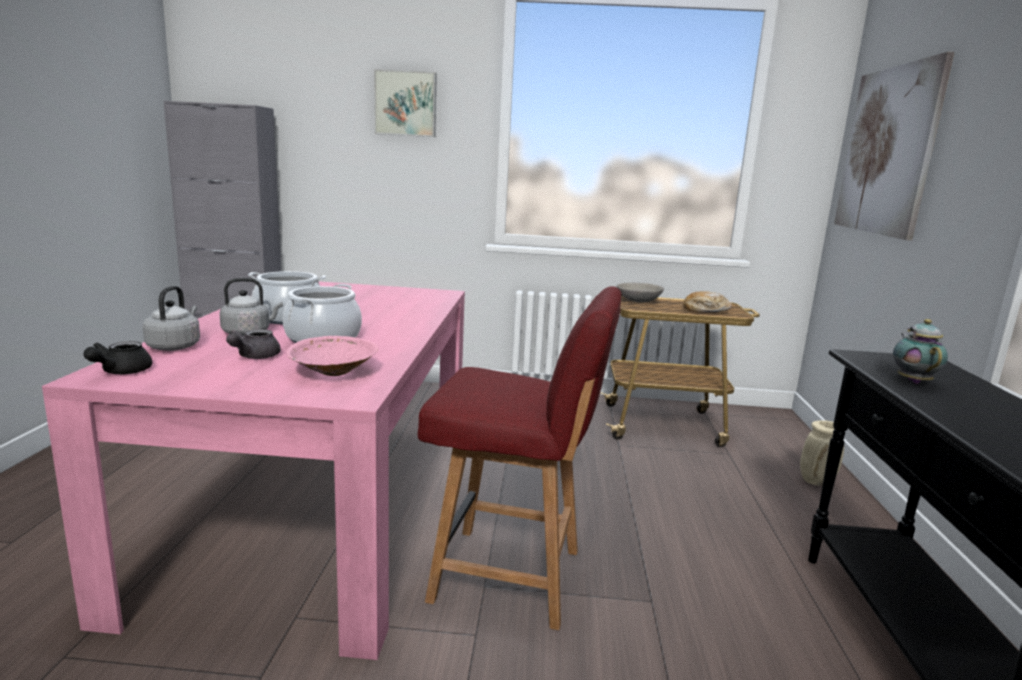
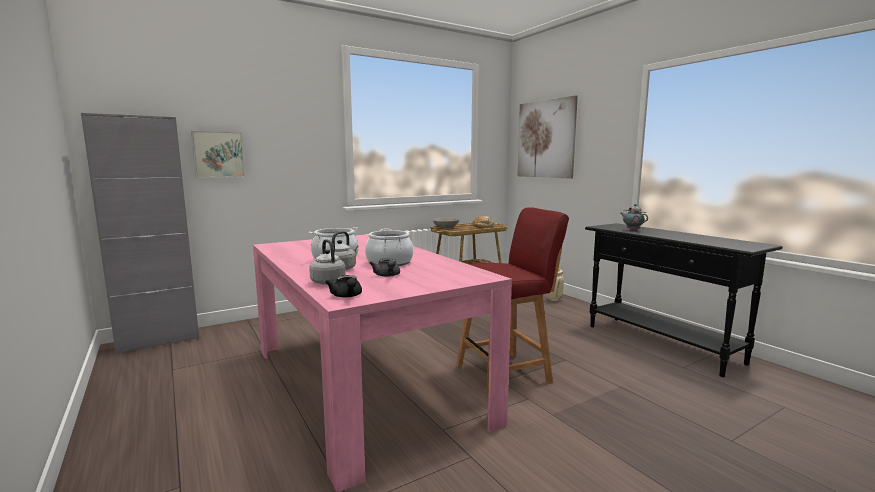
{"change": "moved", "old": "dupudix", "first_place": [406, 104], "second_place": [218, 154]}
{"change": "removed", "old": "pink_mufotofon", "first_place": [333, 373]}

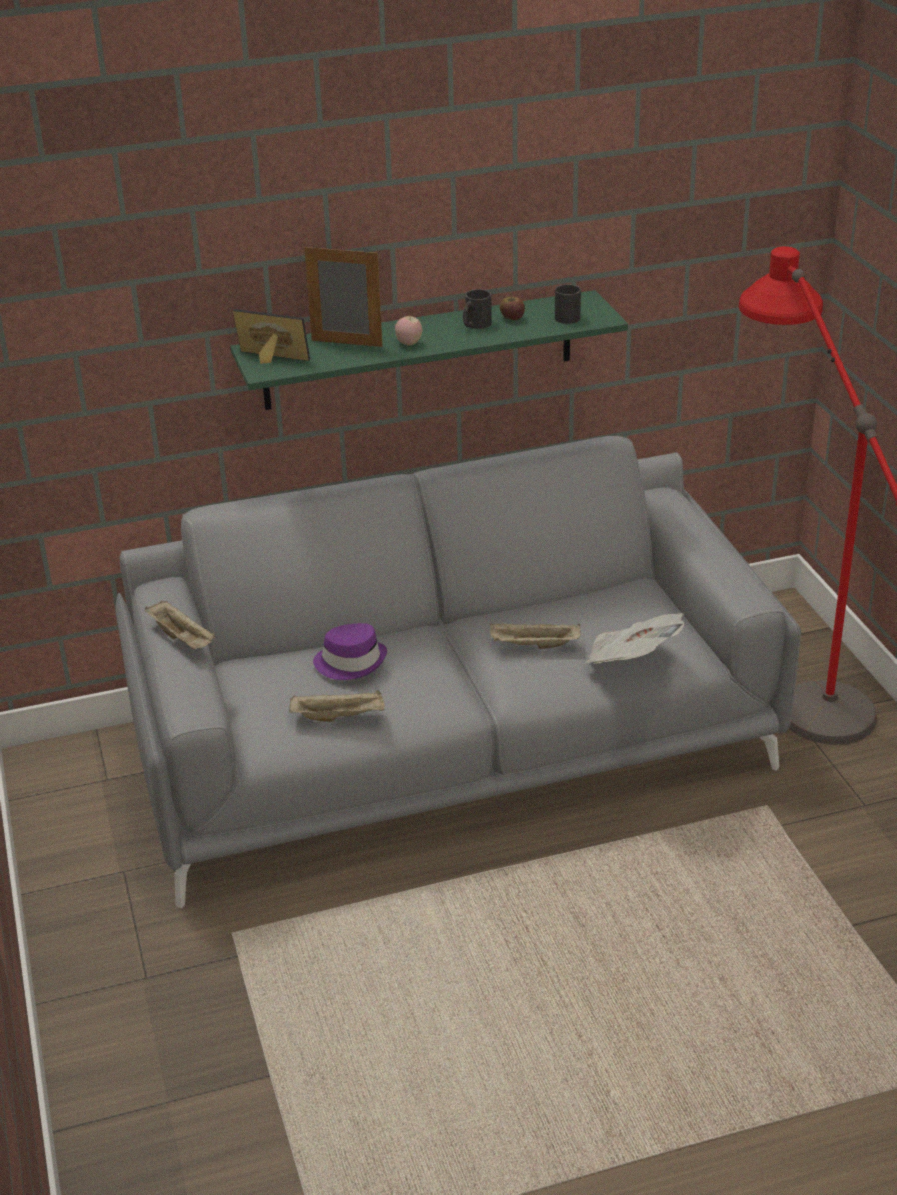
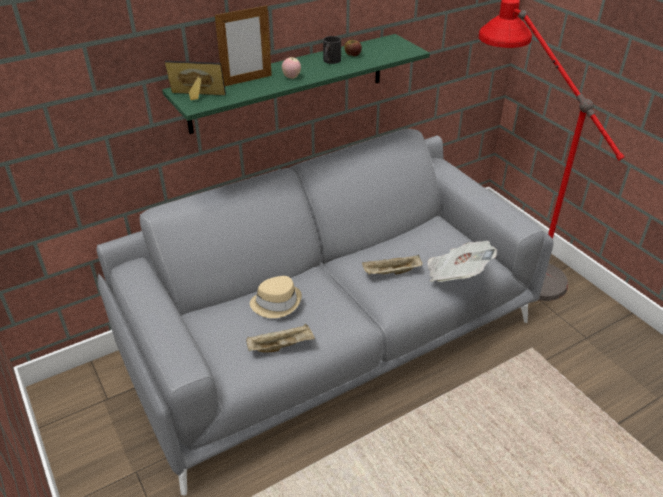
{"change": "turned", "old": "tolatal", "first_place": [346, 343], "second_place": [247, 81], "degrees": 150}
{"change": "recoloured", "old": "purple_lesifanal", "new": "beige_lesifanal", "first_place": [351, 662], "second_place": [276, 303]}
{"change": "removed", "old": "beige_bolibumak", "first_place": [182, 638]}
{"change": "removed", "old": "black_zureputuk", "first_place": [568, 316]}

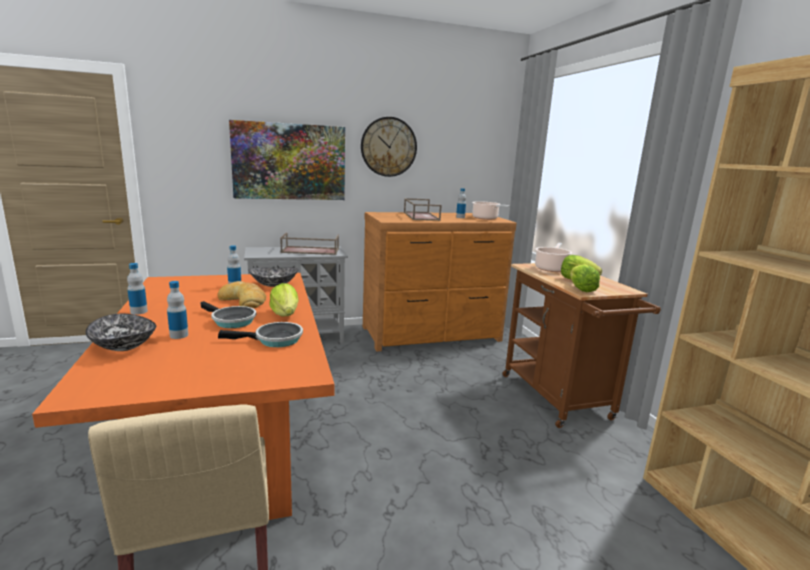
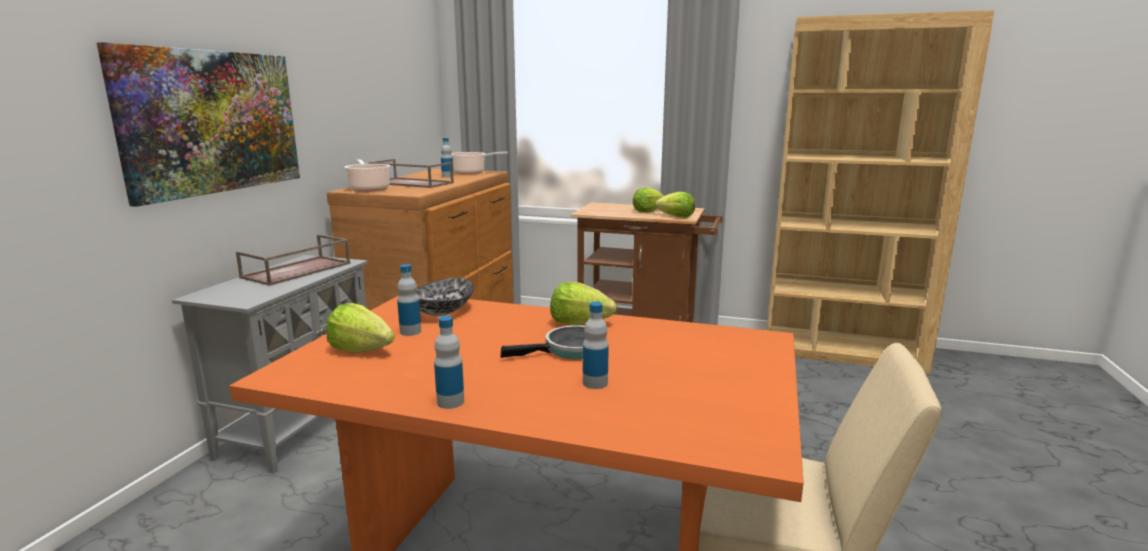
{"change": "added", "new": "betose", "second_place": [361, 350]}
{"change": "moved", "old": "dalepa", "first_place": [551, 268], "second_place": [369, 189]}
{"change": "removed", "old": "mufotofon", "first_place": [123, 346]}
{"change": "removed", "old": "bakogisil", "first_place": [244, 300]}
{"change": "removed", "old": "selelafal", "first_place": [274, 340]}
{"change": "removed", "old": "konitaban", "first_place": [388, 147]}

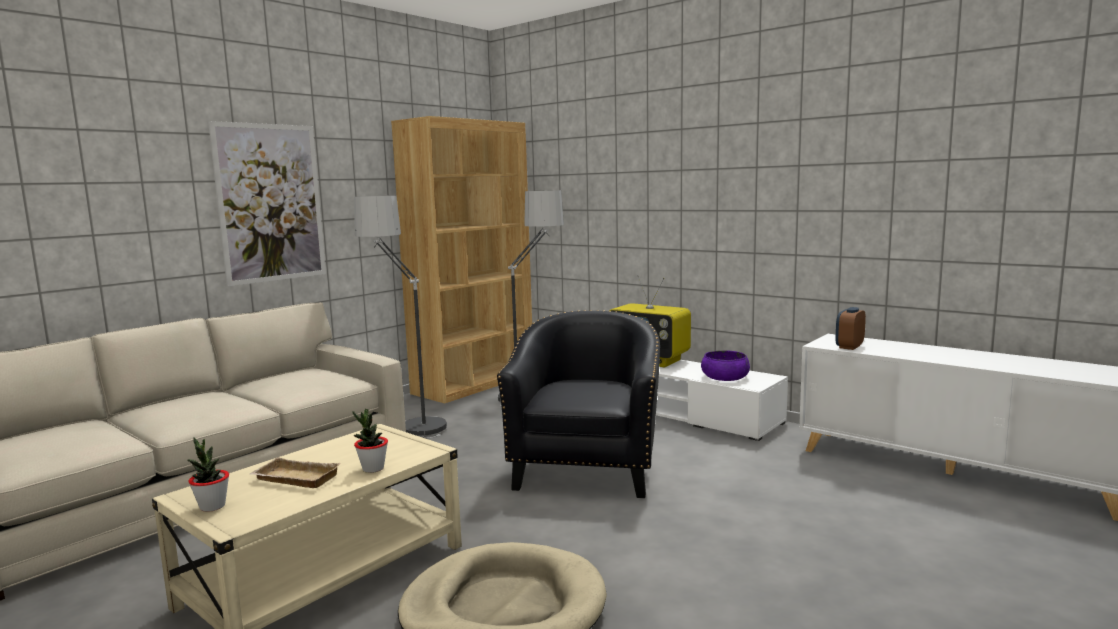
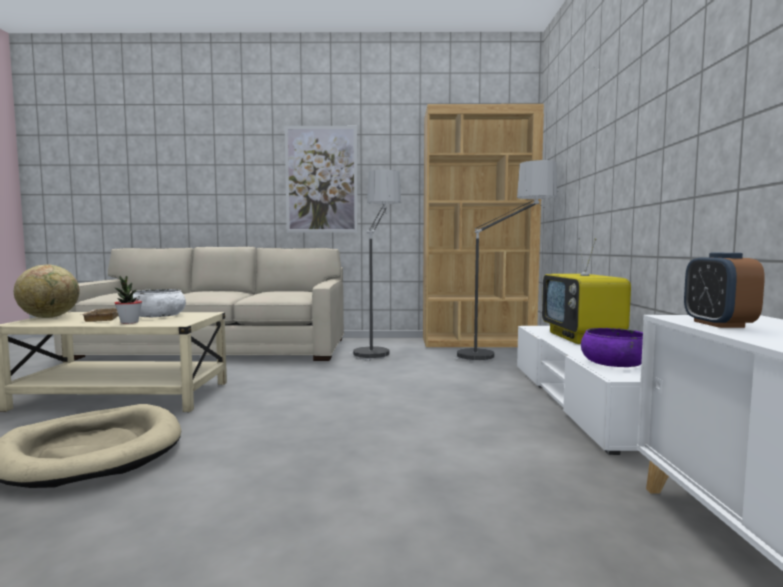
{"change": "replaced", "old": "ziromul", "new": "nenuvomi", "first_place": [212, 506], "second_place": [49, 317]}
{"change": "added", "new": "white_mufotofon", "second_place": [158, 315]}
{"change": "turned", "old": "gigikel", "first_place": [849, 347], "second_place": [718, 324], "degrees": -90}
{"change": "removed", "old": "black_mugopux", "first_place": [587, 469]}

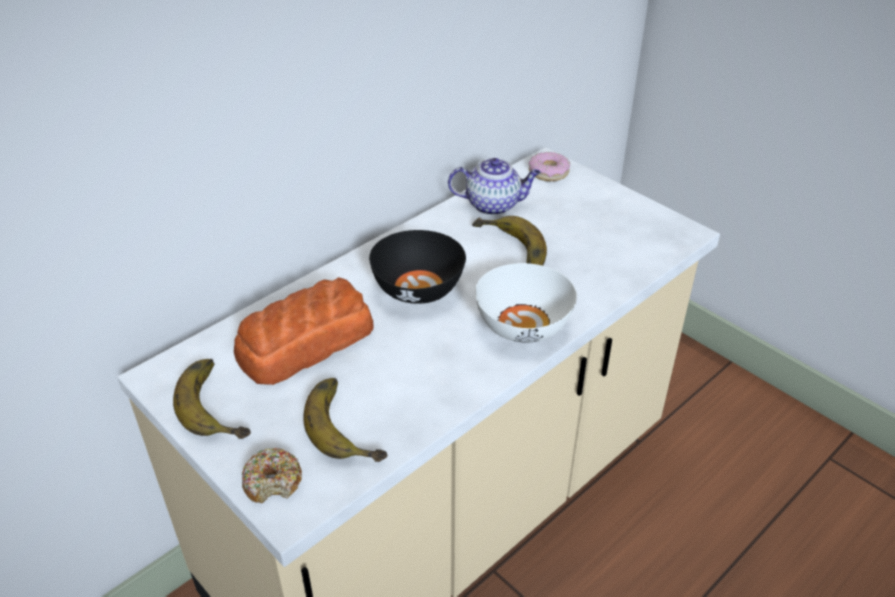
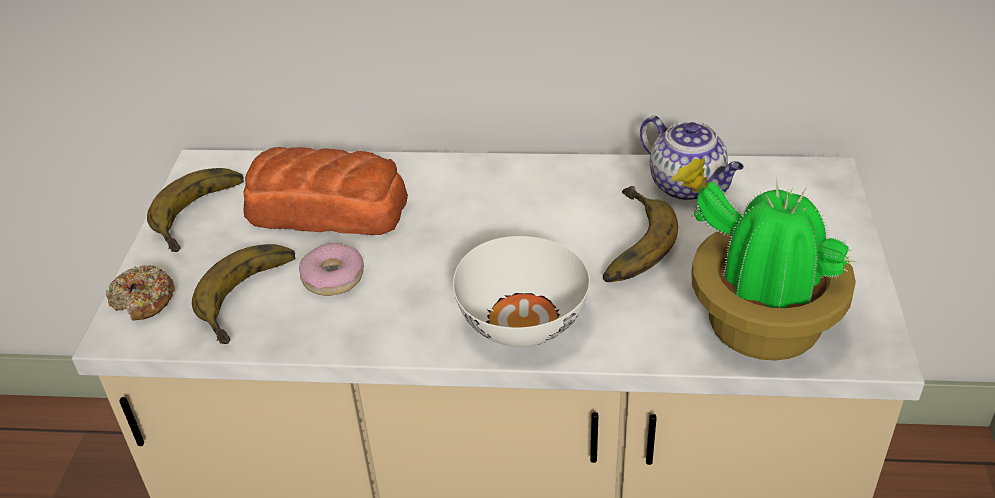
{"change": "moved", "old": "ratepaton", "first_place": [548, 172], "second_place": [332, 277]}
{"change": "added", "new": "ziromul", "second_place": [756, 324]}
{"change": "removed", "old": "black_mufotofon", "first_place": [417, 288]}

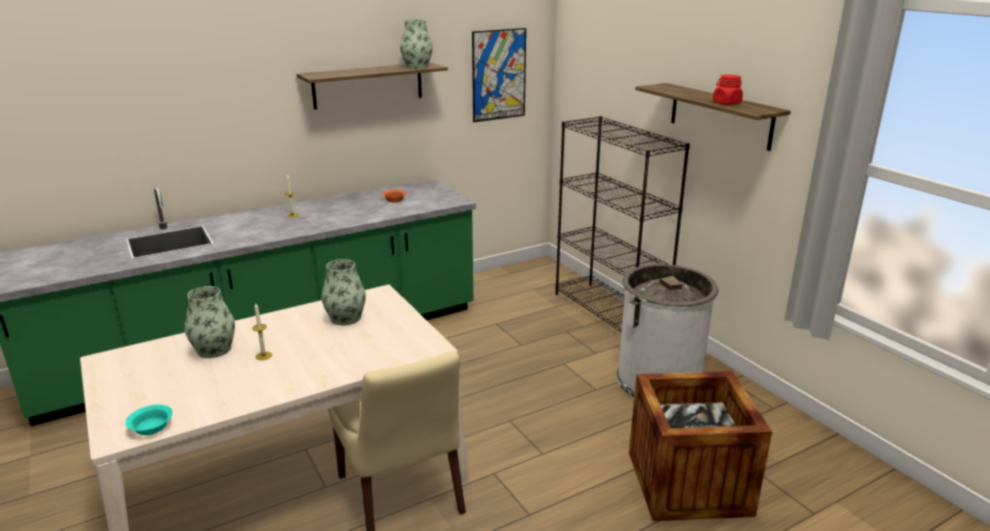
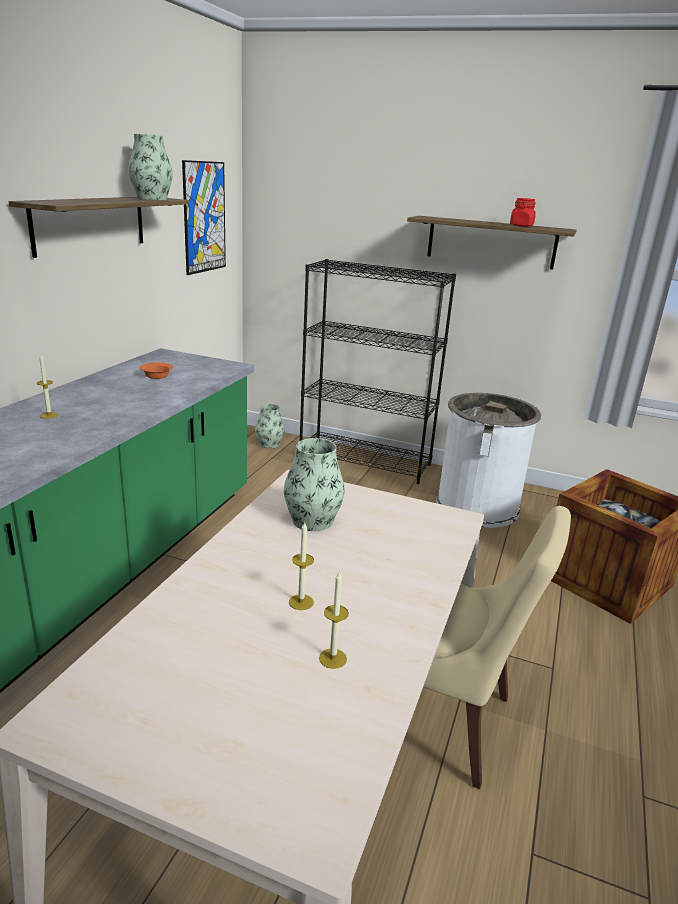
{"change": "moved", "old": "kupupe", "first_place": [214, 349], "second_place": [269, 444]}
{"change": "added", "new": "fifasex", "second_place": [333, 658]}
{"change": "removed", "old": "turquoise_mufotofon", "first_place": [152, 427]}

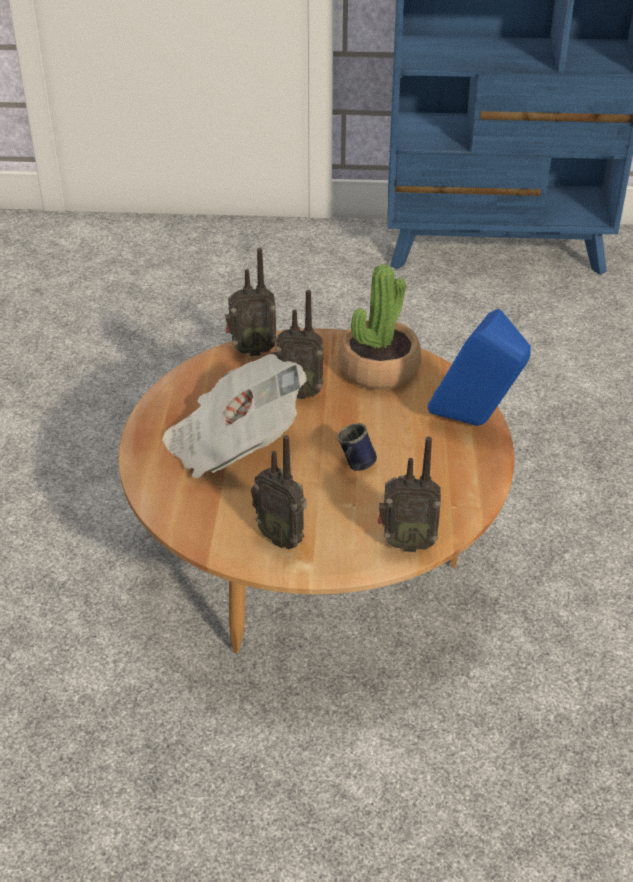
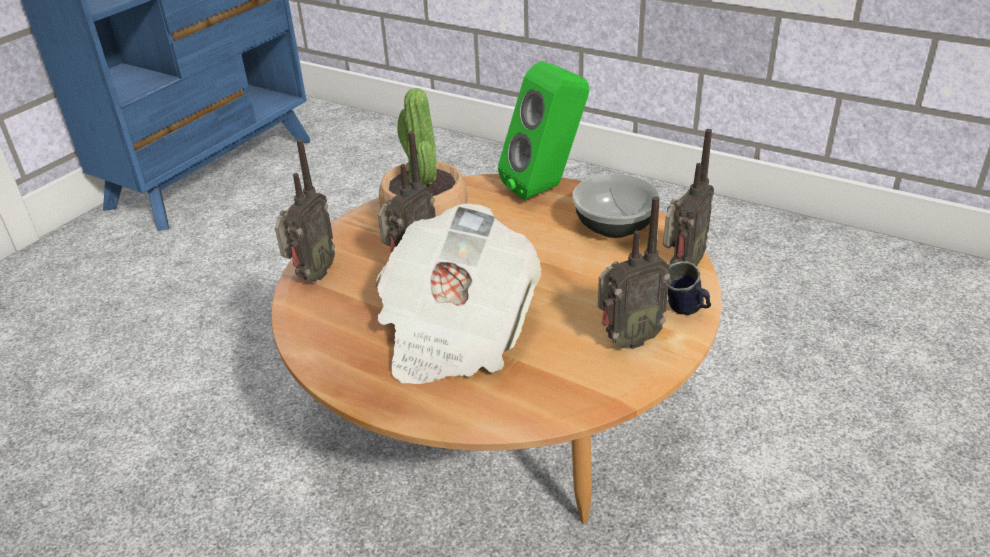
{"change": "recoloured", "old": "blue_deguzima", "new": "green_deguzima", "first_place": [475, 423], "second_place": [546, 188]}
{"change": "added", "new": "mufotofon", "second_place": [615, 227]}
{"change": "moved", "old": "blue_zureputuk", "first_place": [355, 467], "second_place": [686, 312]}

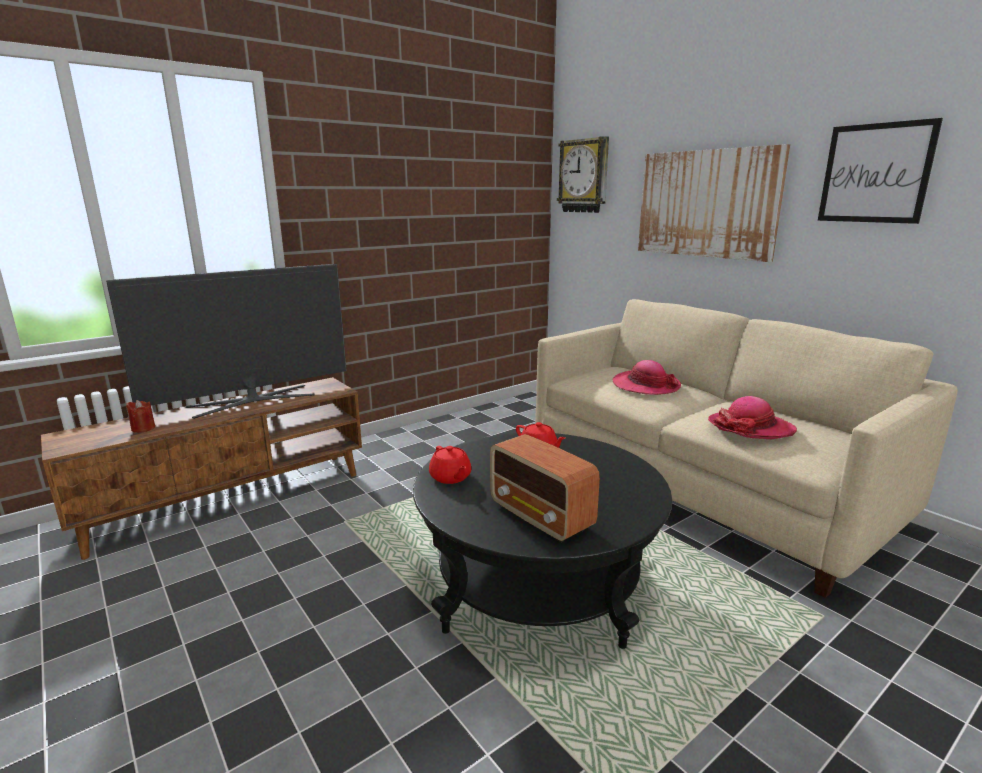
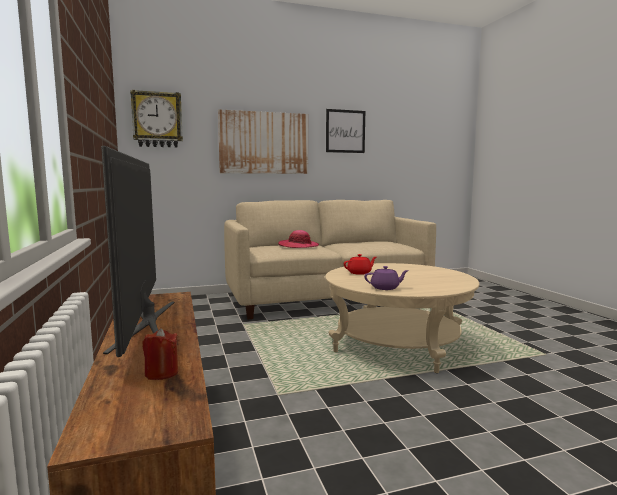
{"change": "recoloured", "old": "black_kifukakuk", "new": "beige_kifukakuk", "first_place": [538, 583], "second_place": [397, 344]}
{"change": "recoloured", "old": "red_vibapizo", "new": "purple_vibapizo", "first_place": [450, 477], "second_place": [385, 288]}
{"change": "removed", "old": "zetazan", "first_place": [541, 517]}
{"change": "removed", "old": "lesifanal", "first_place": [750, 428]}

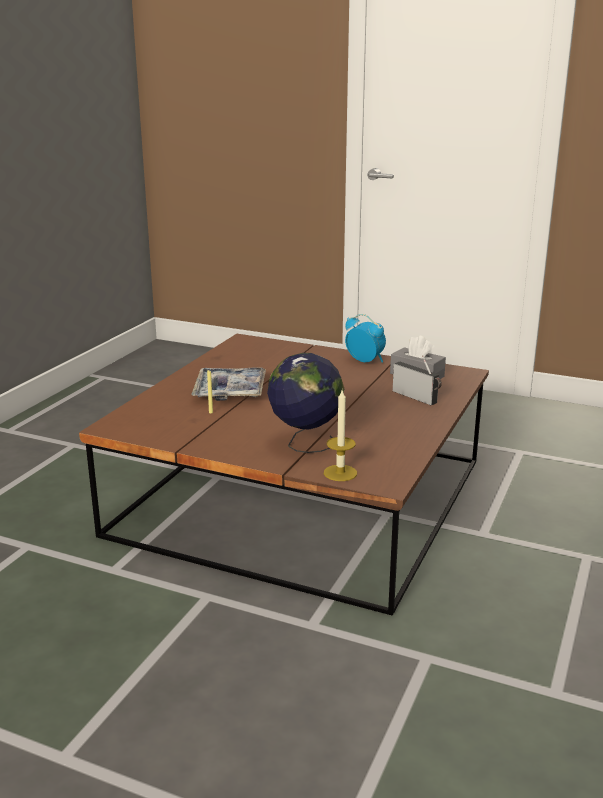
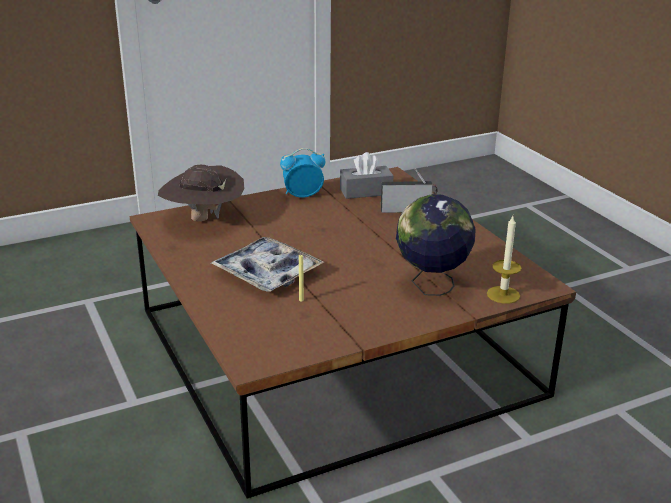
{"change": "added", "new": "brown_lesifanal", "second_place": [203, 220]}

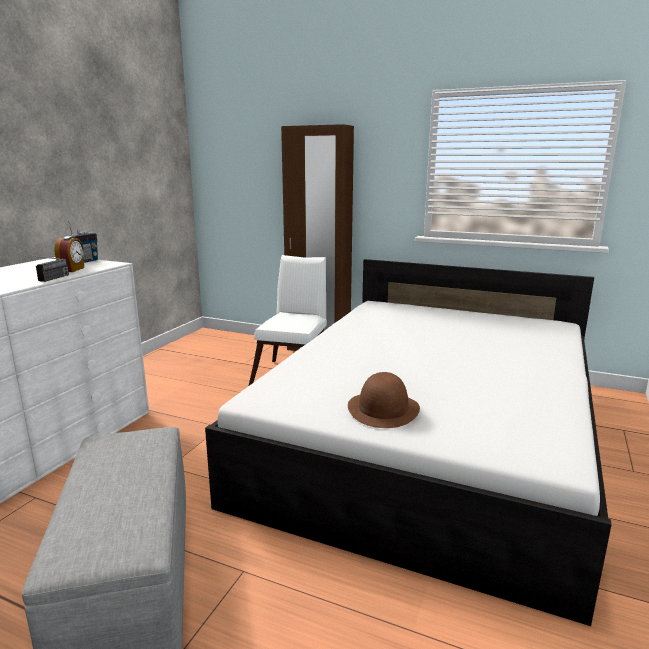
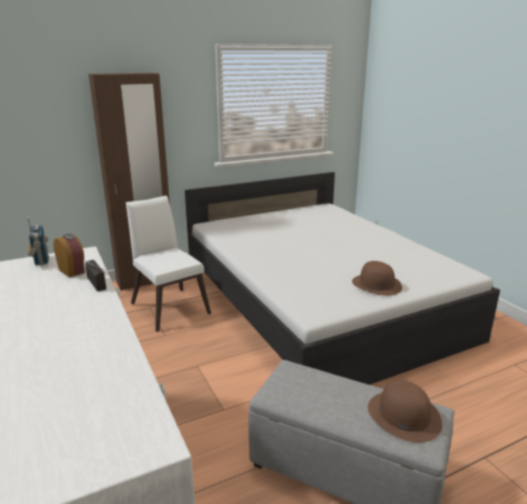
{"change": "added", "new": "brown_lesifanal", "second_place": [403, 415]}

